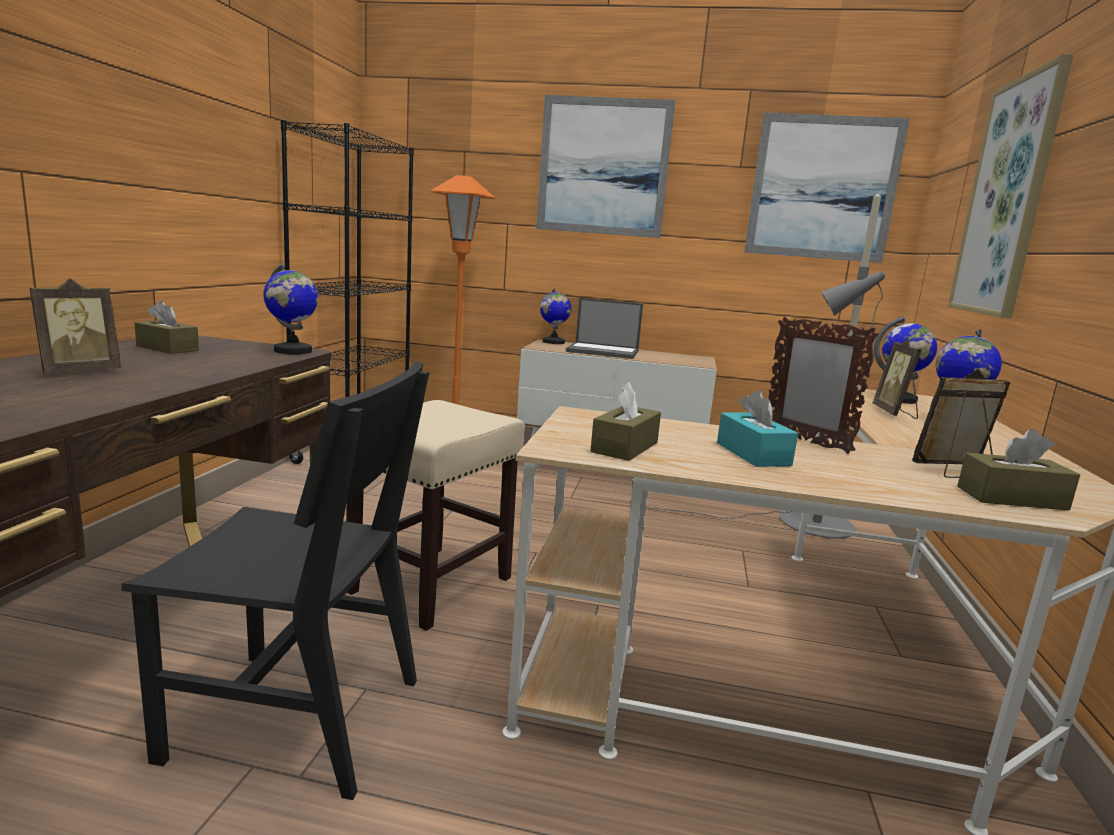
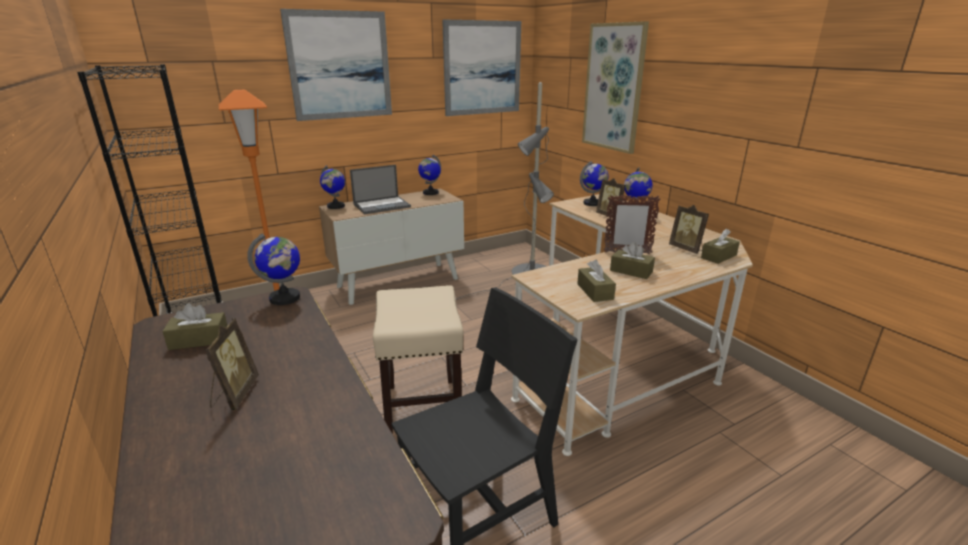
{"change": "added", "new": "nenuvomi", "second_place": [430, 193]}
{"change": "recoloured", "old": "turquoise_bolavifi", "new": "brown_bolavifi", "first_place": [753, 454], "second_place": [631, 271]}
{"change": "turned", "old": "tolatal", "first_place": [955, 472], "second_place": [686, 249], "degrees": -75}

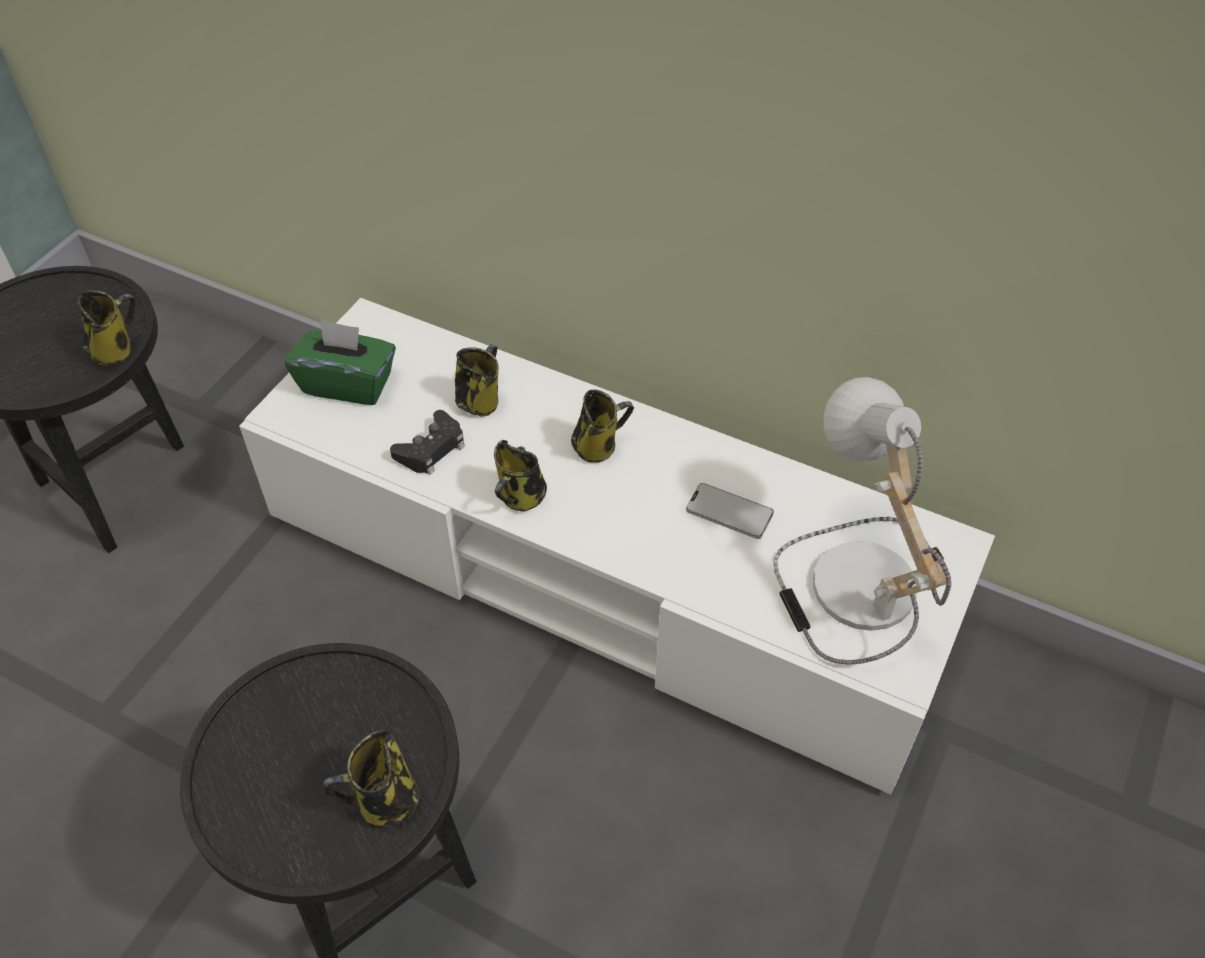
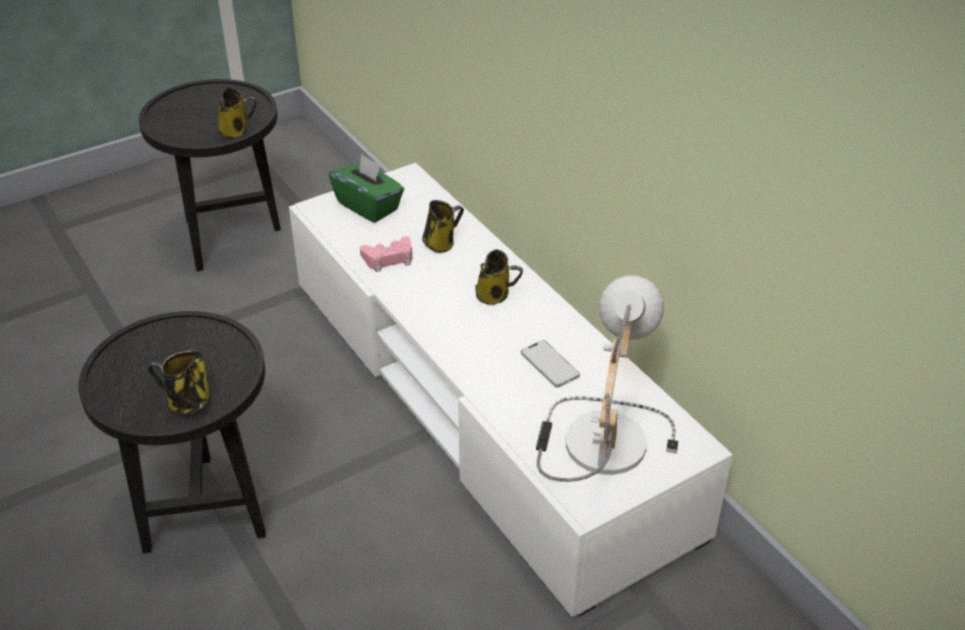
{"change": "recoloured", "old": "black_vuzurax", "new": "pink_vuzurax", "first_place": [431, 449], "second_place": [388, 258]}
{"change": "removed", "old": "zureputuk", "first_place": [520, 498]}

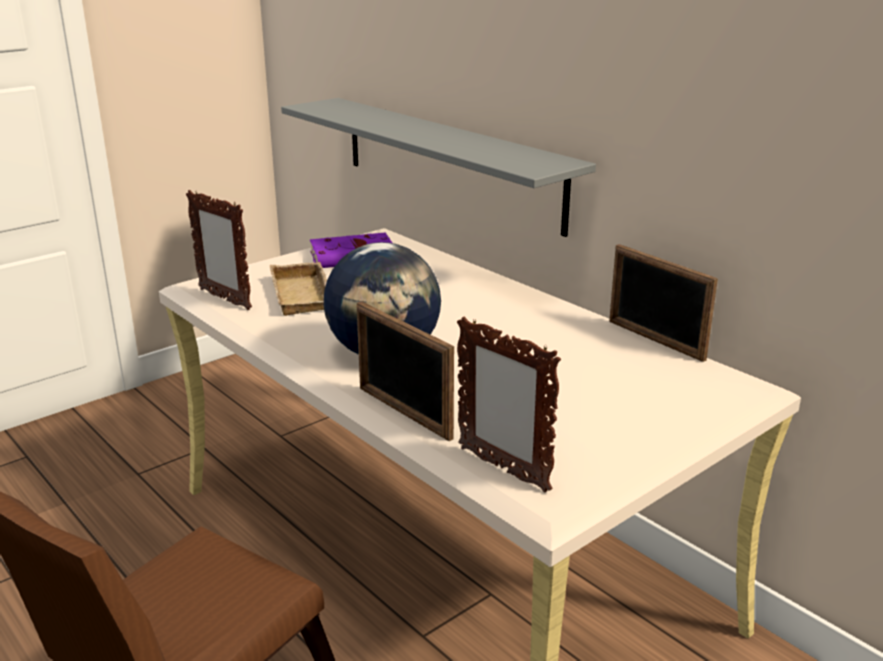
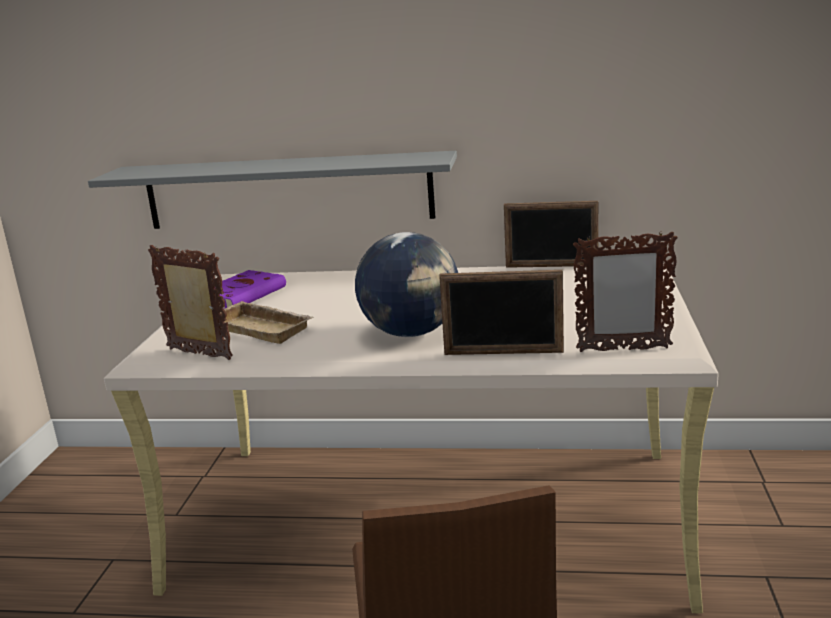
{"change": "turned", "old": "tolatal", "first_place": [224, 299], "second_place": [199, 354], "degrees": -150}

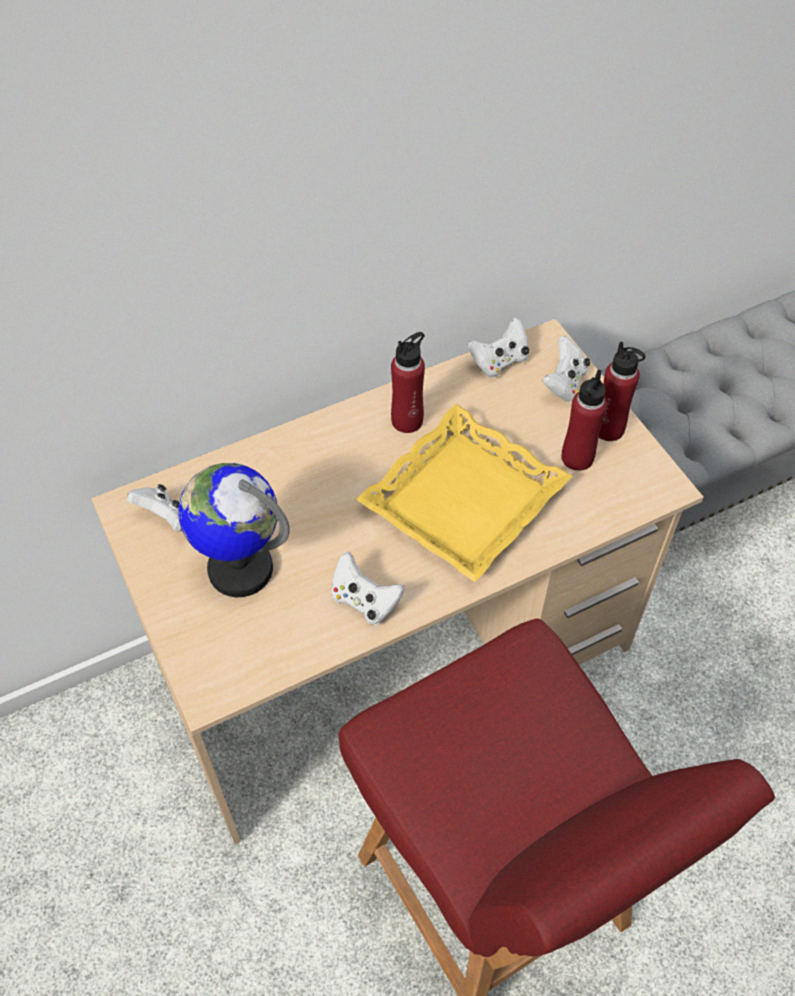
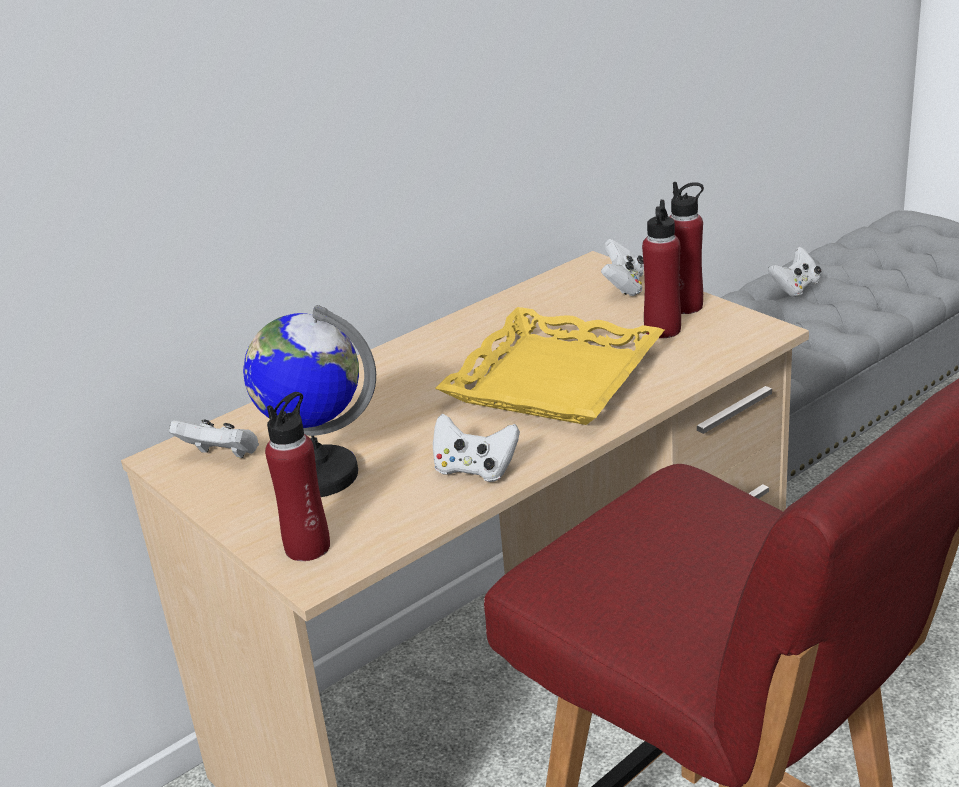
{"change": "moved", "old": "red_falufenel", "first_place": [407, 420], "second_place": [308, 547]}
{"change": "moved", "old": "white_vuzurax", "first_place": [499, 362], "second_place": [795, 288]}

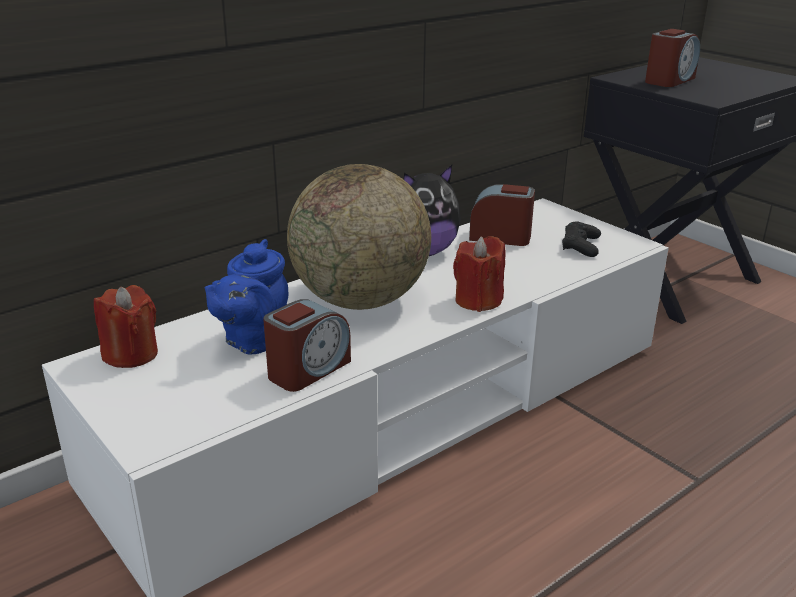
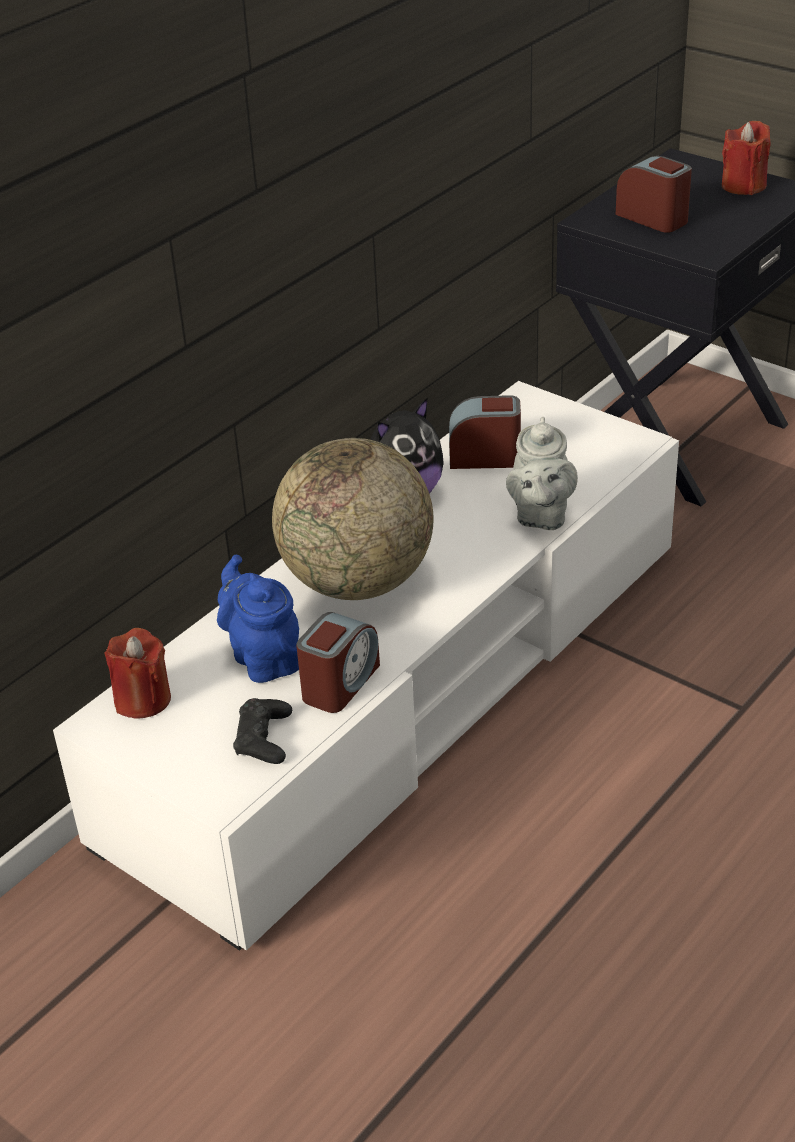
{"change": "turned", "old": "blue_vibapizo", "first_place": [252, 340], "second_place": [264, 657], "degrees": 135}
{"change": "moved", "old": "black_vuzurax", "first_place": [580, 246], "second_place": [263, 738]}
{"change": "added", "new": "grey_vibapizo", "second_place": [540, 516]}
{"change": "turned", "old": "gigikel", "first_place": [669, 80], "second_place": [653, 218], "degrees": -75}
{"change": "moved", "old": "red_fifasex", "first_place": [478, 300], "second_place": [743, 186]}

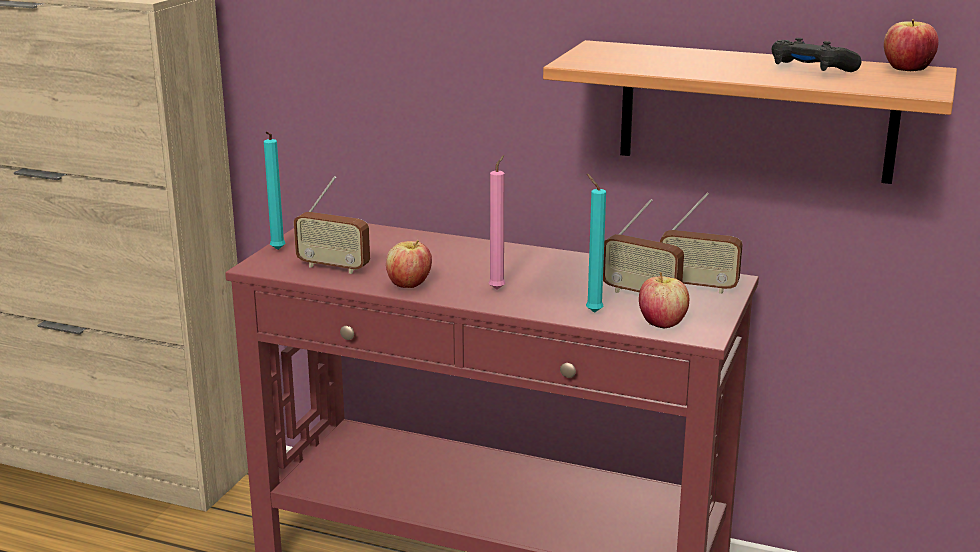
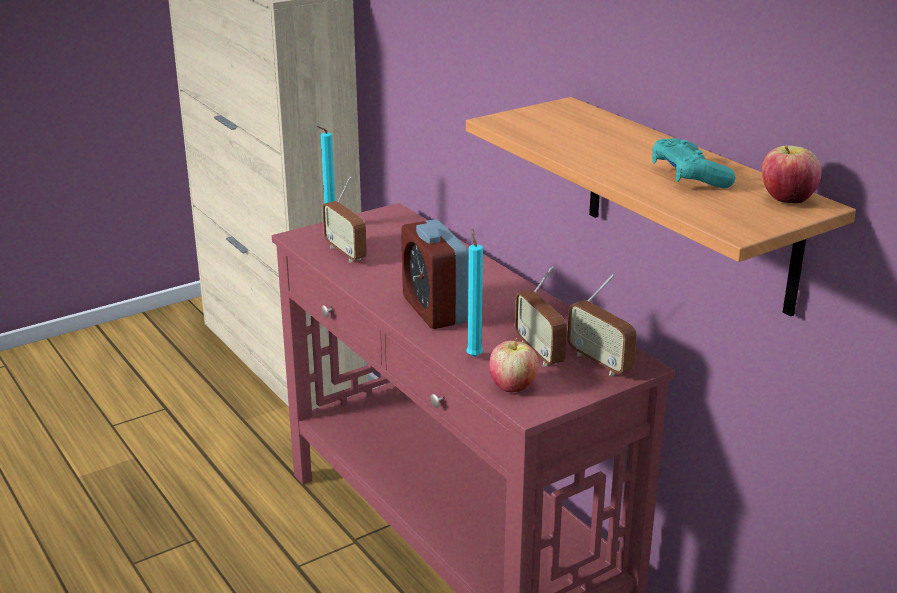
{"change": "replaced", "old": "pink_fifasex", "new": "gigikel", "first_place": [498, 288], "second_place": [434, 310]}
{"change": "recoloured", "old": "black_vuzurax", "new": "turquoise_vuzurax", "first_place": [810, 70], "second_place": [688, 176]}
{"change": "removed", "old": "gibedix", "first_place": [409, 285]}

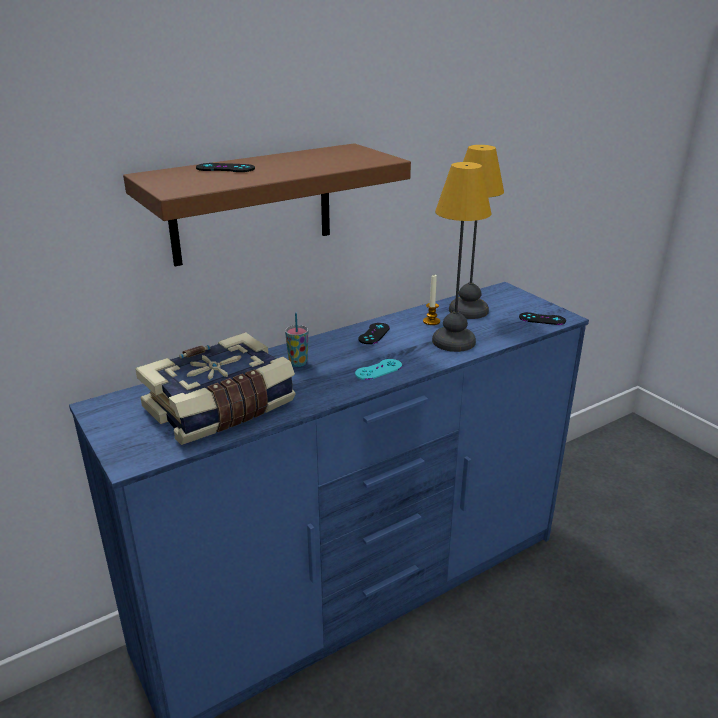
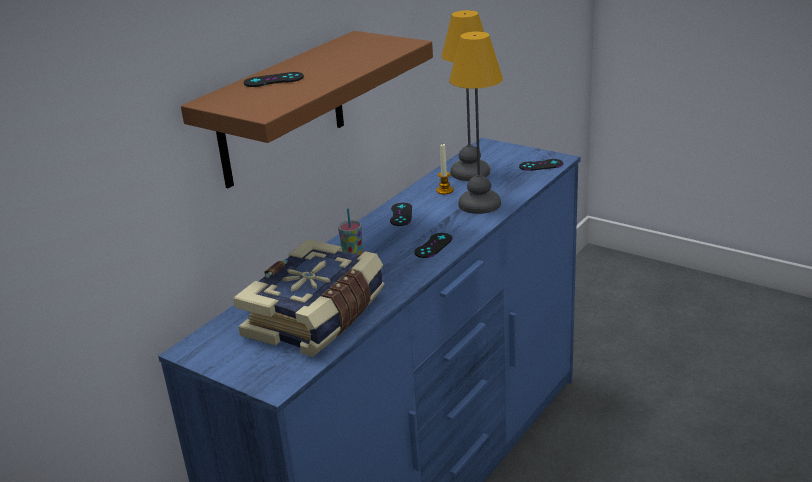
{"change": "recoloured", "old": "turquoise_vuzurax", "new": "black_vuzurax", "first_place": [378, 370], "second_place": [433, 245]}

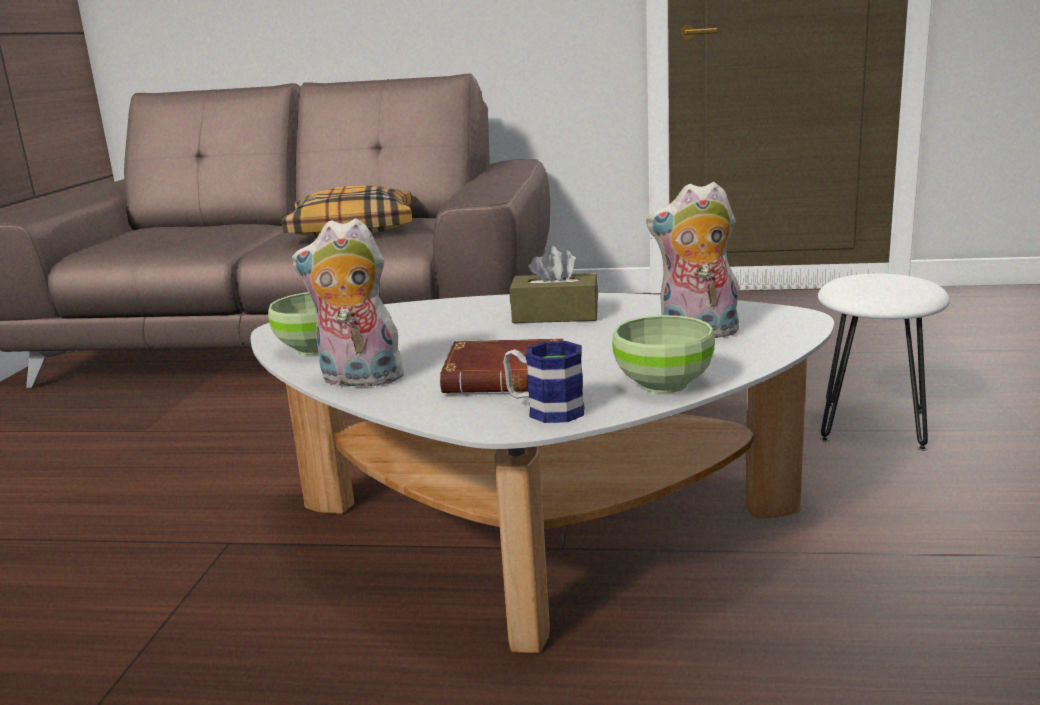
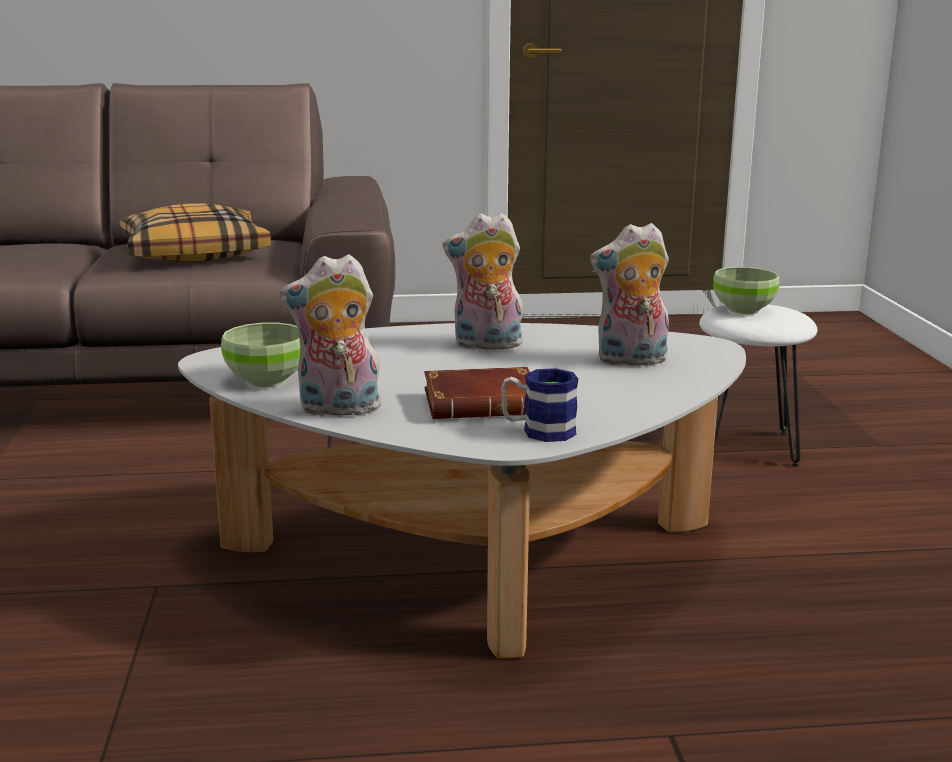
{"change": "replaced", "old": "brown_bolavifi", "new": "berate", "first_place": [555, 315], "second_place": [486, 345]}
{"change": "moved", "old": "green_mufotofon", "first_place": [665, 384], "second_place": [744, 309]}

